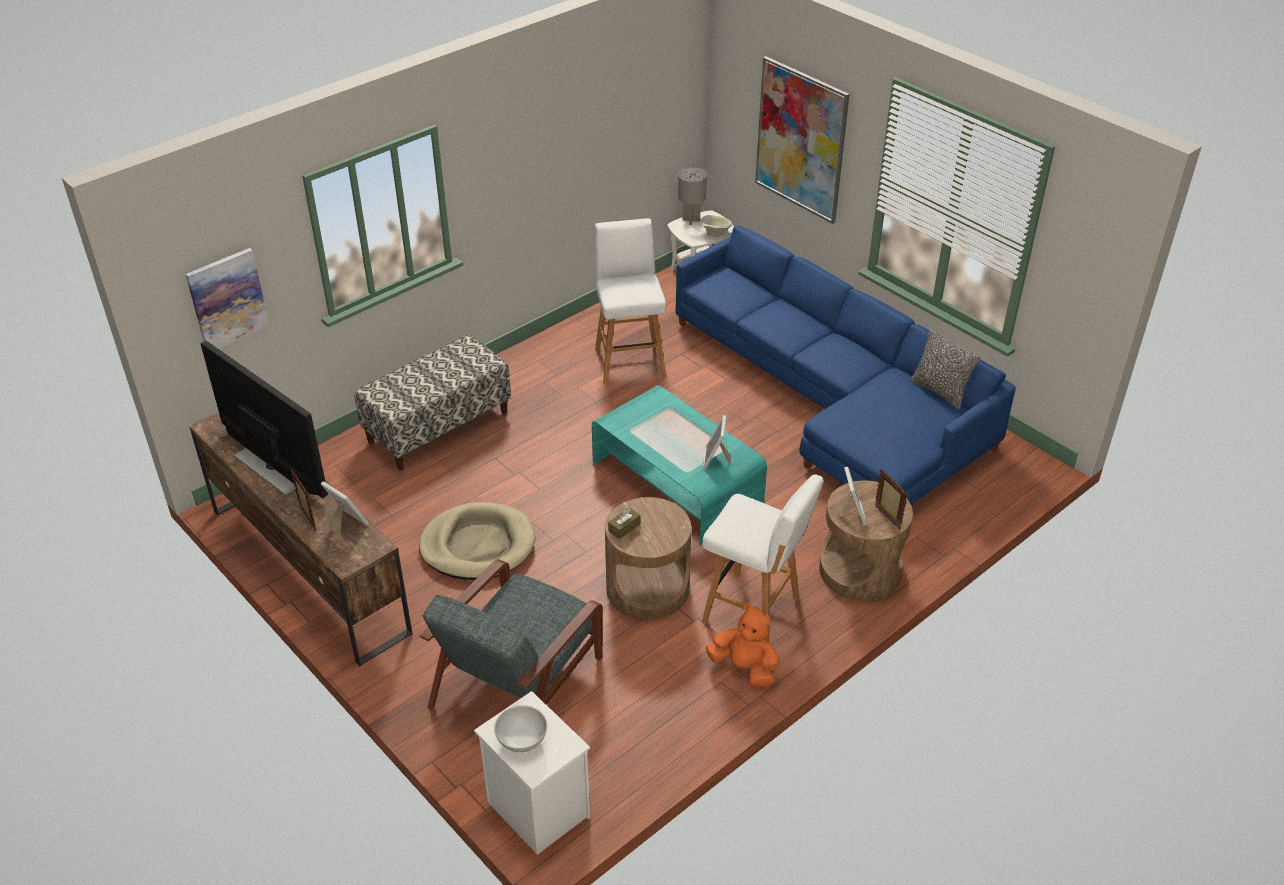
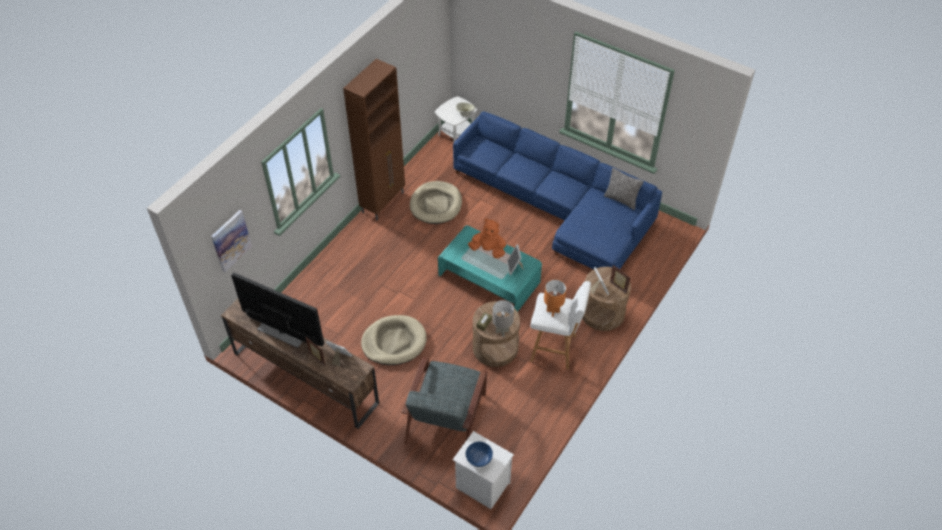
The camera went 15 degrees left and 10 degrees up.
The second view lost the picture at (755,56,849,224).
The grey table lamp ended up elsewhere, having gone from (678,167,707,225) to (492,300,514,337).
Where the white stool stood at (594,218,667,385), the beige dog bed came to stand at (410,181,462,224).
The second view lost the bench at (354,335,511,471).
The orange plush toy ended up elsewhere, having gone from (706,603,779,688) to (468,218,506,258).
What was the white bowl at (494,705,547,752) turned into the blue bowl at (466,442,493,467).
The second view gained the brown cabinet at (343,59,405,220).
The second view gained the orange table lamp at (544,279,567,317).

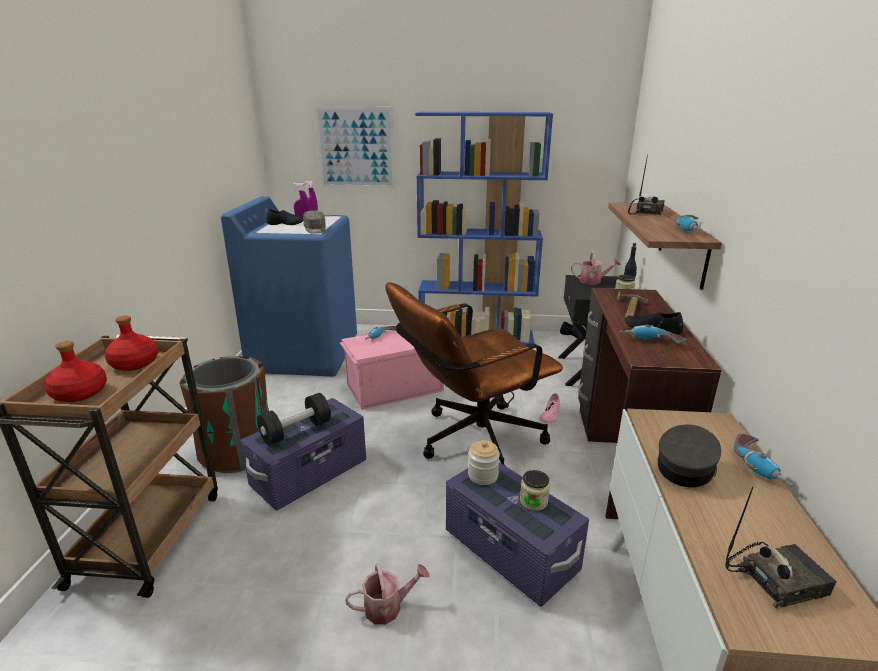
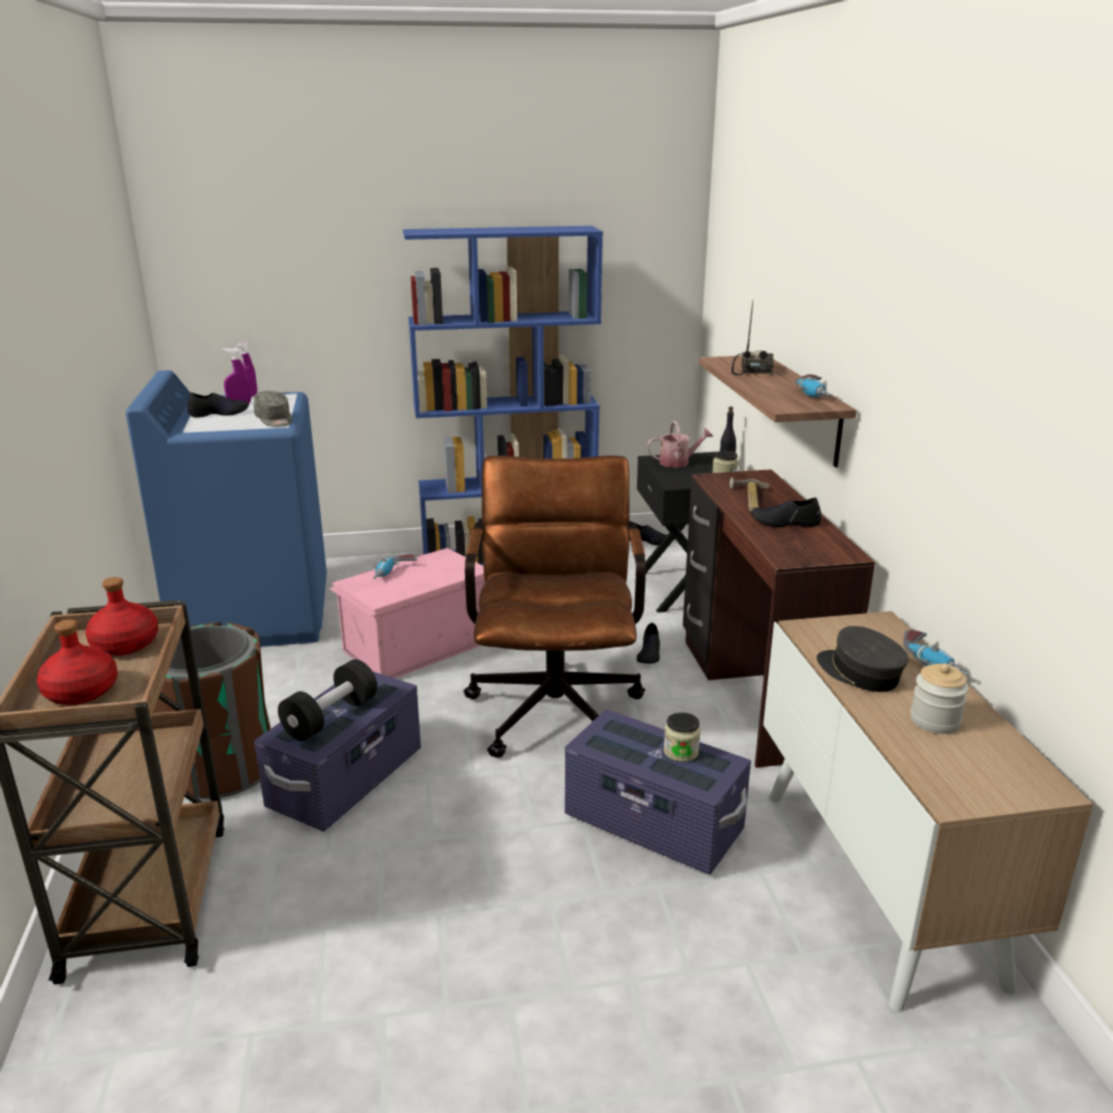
The camera went 15 degrees left and 0 degrees up.
The second view lost the picture at (315,107,395,188).
The brown office chair at (386,282,563,465) ended up facing another way, 135 degrees clockwise from before.
The second view lost the power drill at (619,324,687,344).
What was the pink shoe at (539,393,560,423) turned into the black shoe at (637,623,660,664).
The grey cap at (657,424,721,488) ended up facing another way, 60 degrees counterclockwise from before.
The jar ended up elsewhere, having gone from (468,440,500,485) to (910,663,969,734).
The second view lost the radio at (725,487,836,608).
The second view lost the watering can at (345,563,430,624).

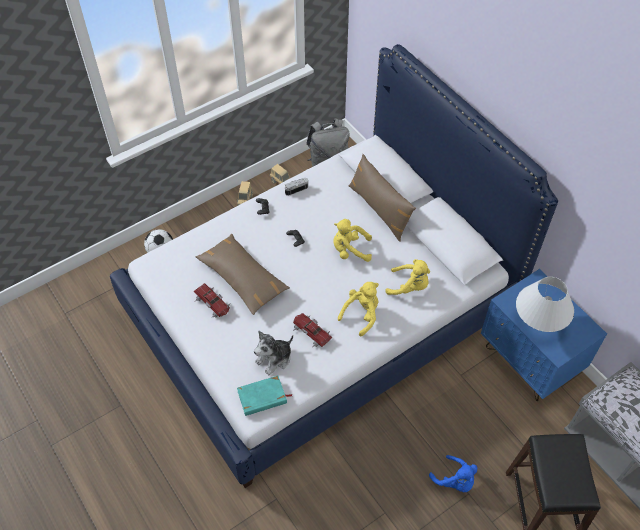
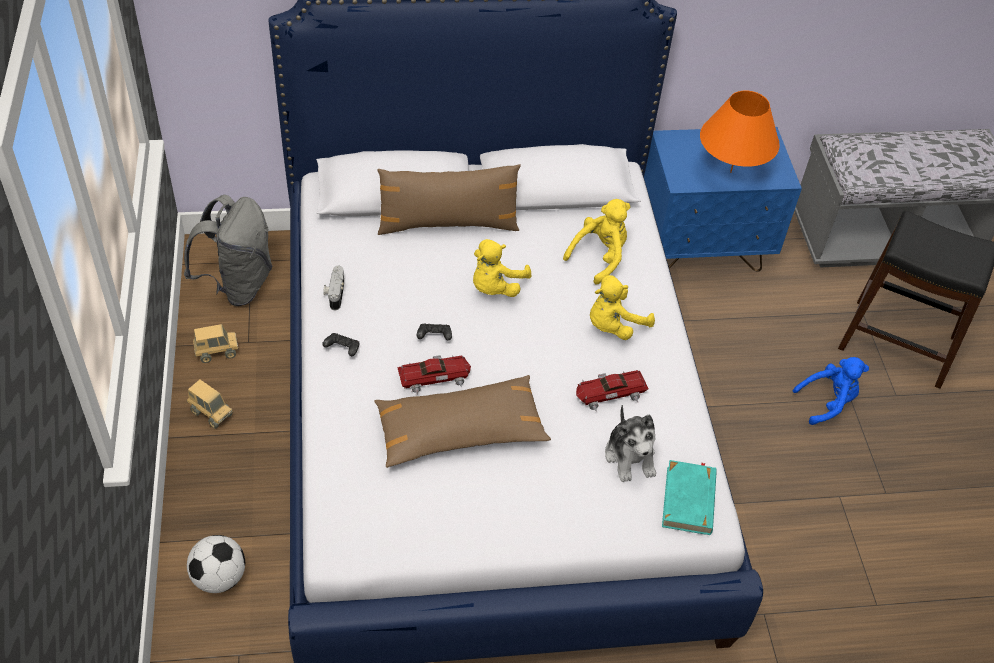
The camera went 65 degrees left and 5 degrees down.
What was the white table lamp at (516,277,574,332) turned into the orange table lamp at (700,90,780,173).
The yellow plush toy at (338,282,379,337) ended up facing another way, 105 degrees counterclockwise from before.
The toy car ended up elsewhere, having gone from (194,283,231,318) to (397,355,471,394).

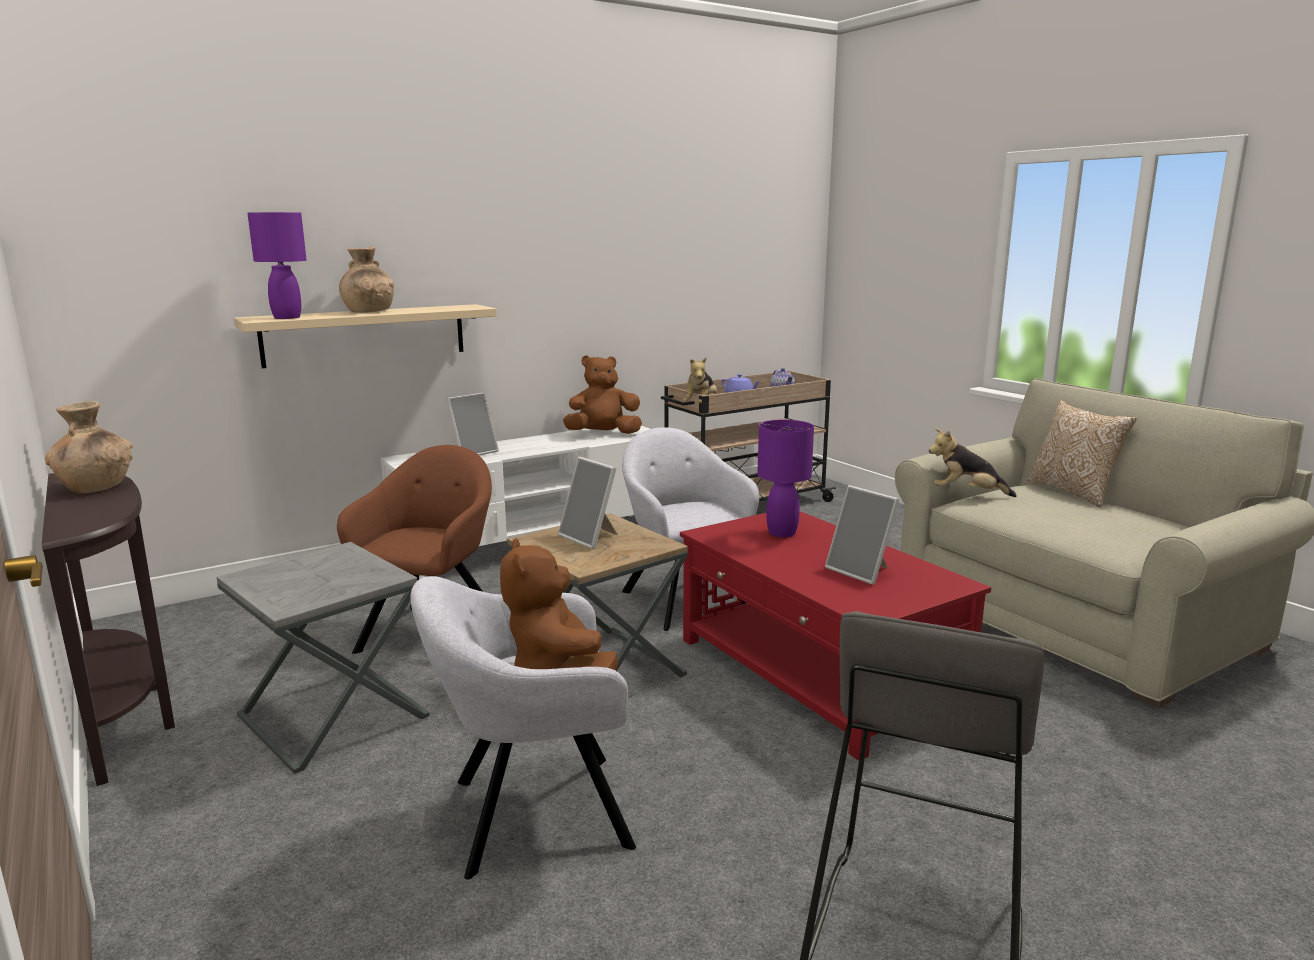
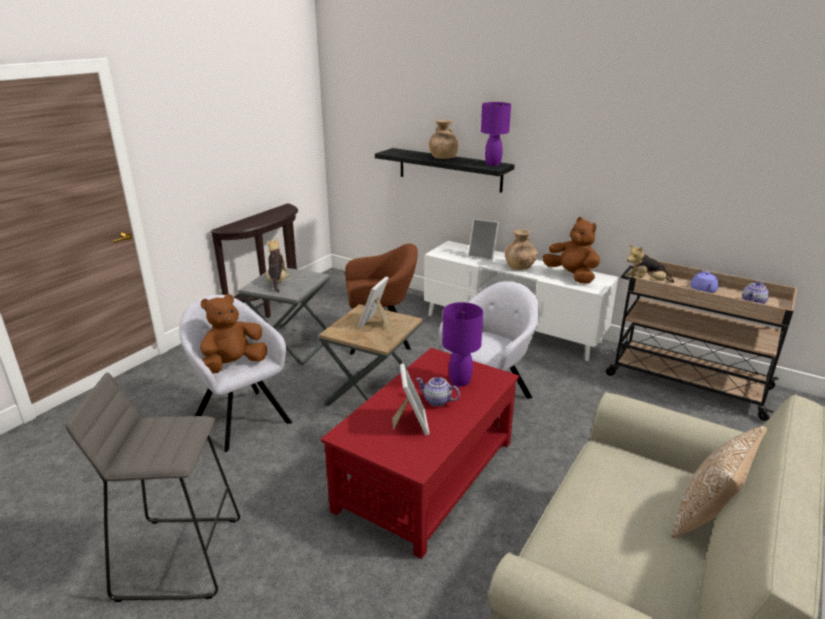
The camera went 65 degrees right and 10 degrees up.
The purple table lamp ended up elsewhere, having gone from (247,212,307,319) to (481,102,511,166).
What was the beige shelf at (234,304,497,368) turned into the black shelf at (375,148,515,193).
The brown vase ended up elsewhere, having gone from (44,401,133,493) to (505,229,538,270).
The plush toy ended up elsewhere, having gone from (929,429,1017,497) to (266,238,290,293).
The picture frame at (825,485,899,585) ended up facing another way, 150 degrees clockwise from before.
The second view gained the teapot at (416,377,460,406).

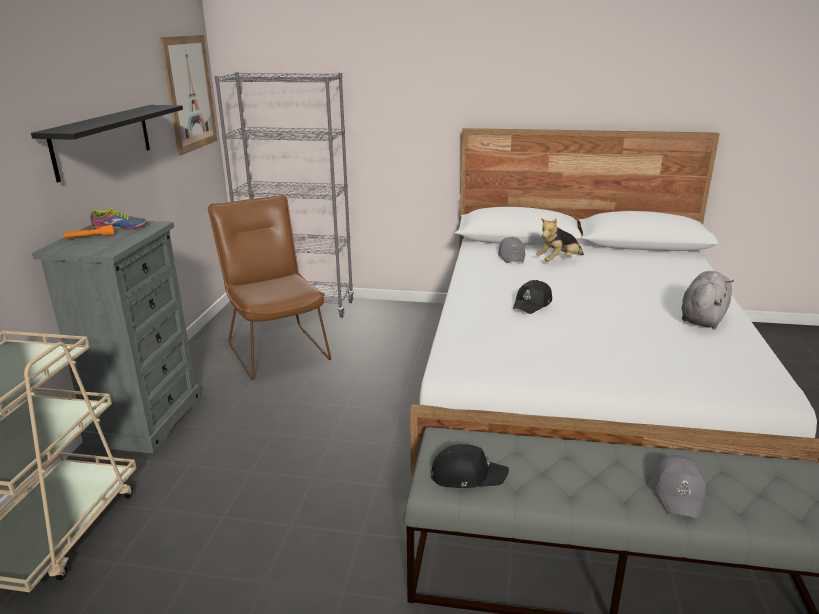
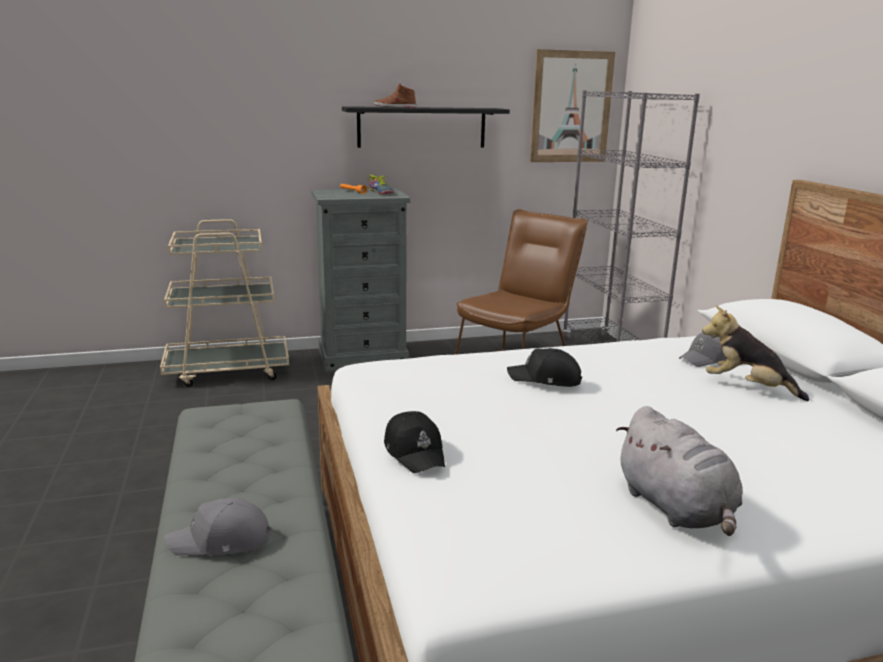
The camera went 65 degrees right and 5 degrees down.
The grey plush toy at (682,271,734,329) ended up facing another way, 60 degrees clockwise from before.
The black cap ended up elsewhere, having gone from (431,444,509,488) to (384,411,445,473).
The second view gained the brown shoe at (374,83,416,108).

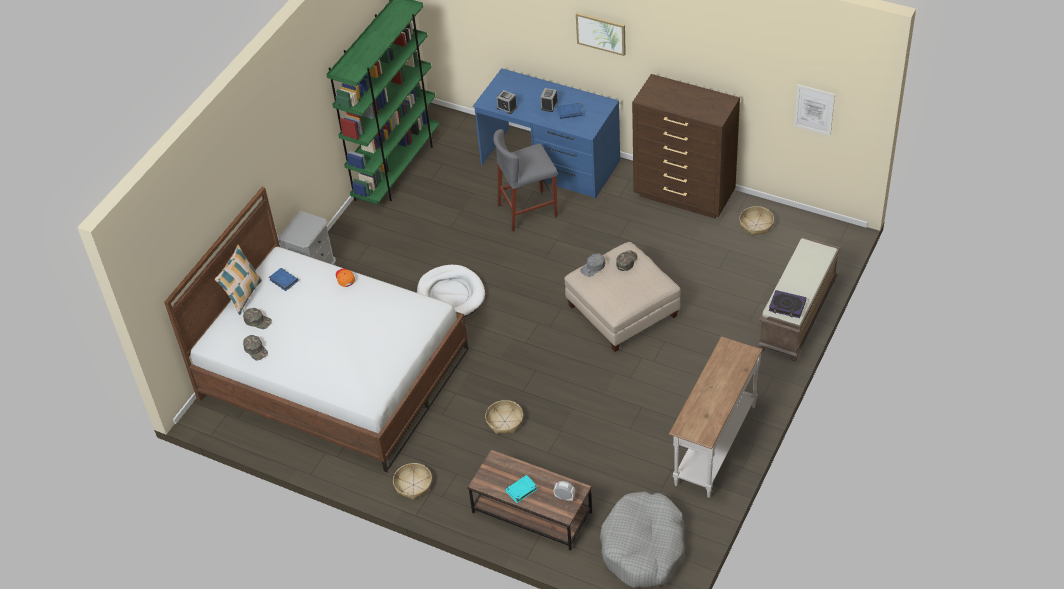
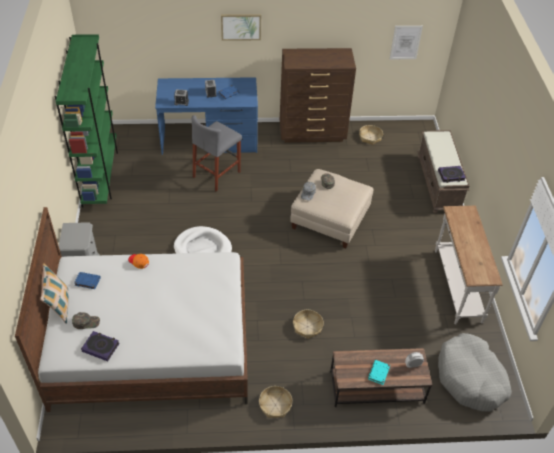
The camera went 35 degrees left and 0 degrees up.
Where the green cap stood at (243,335,268,360), the book came to stand at (81,331,120,361).

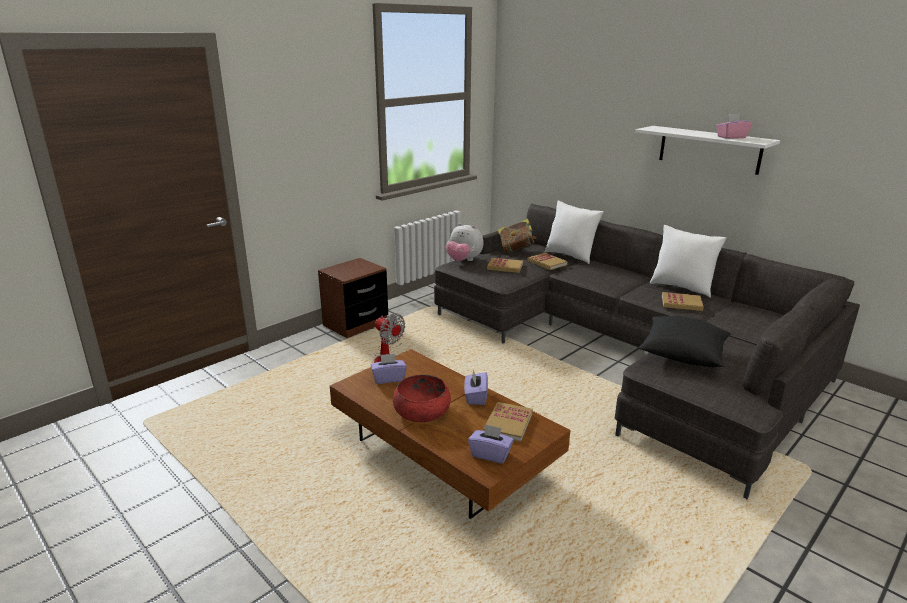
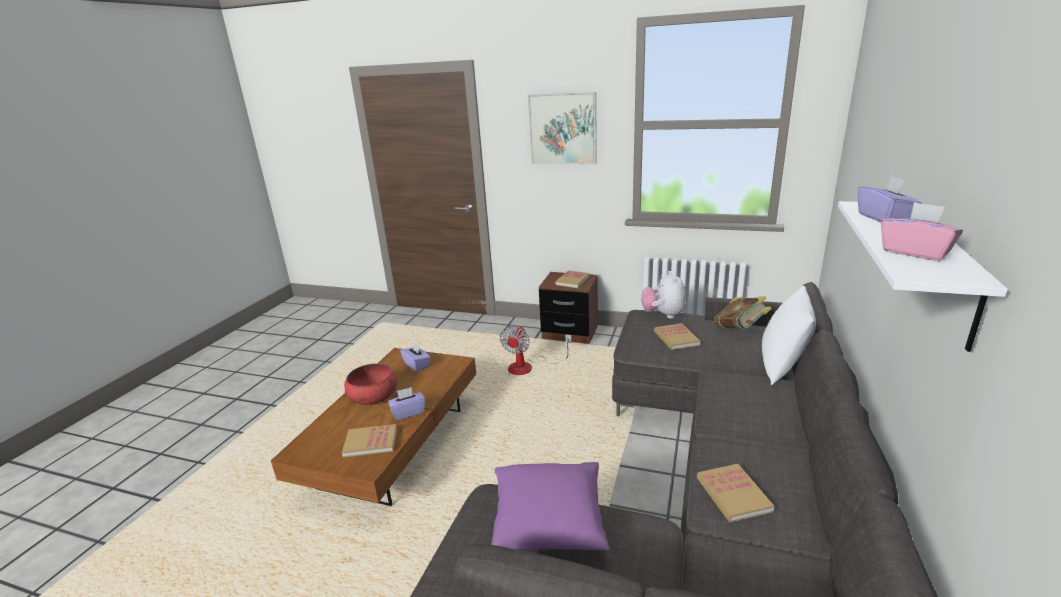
The camera went 65 degrees right and 0 degrees up.
The second view lost the white pillow at (650,225,727,298).
The book ended up elsewhere, having gone from (528,253,568,270) to (555,270,590,288).
What was the black pillow at (639,316,731,367) turned into the purple pillow at (491,462,610,551).
The purple tissue box ended up elsewhere, having gone from (468,424,514,464) to (858,176,922,222).
The second view gained the picture at (528,92,597,164).

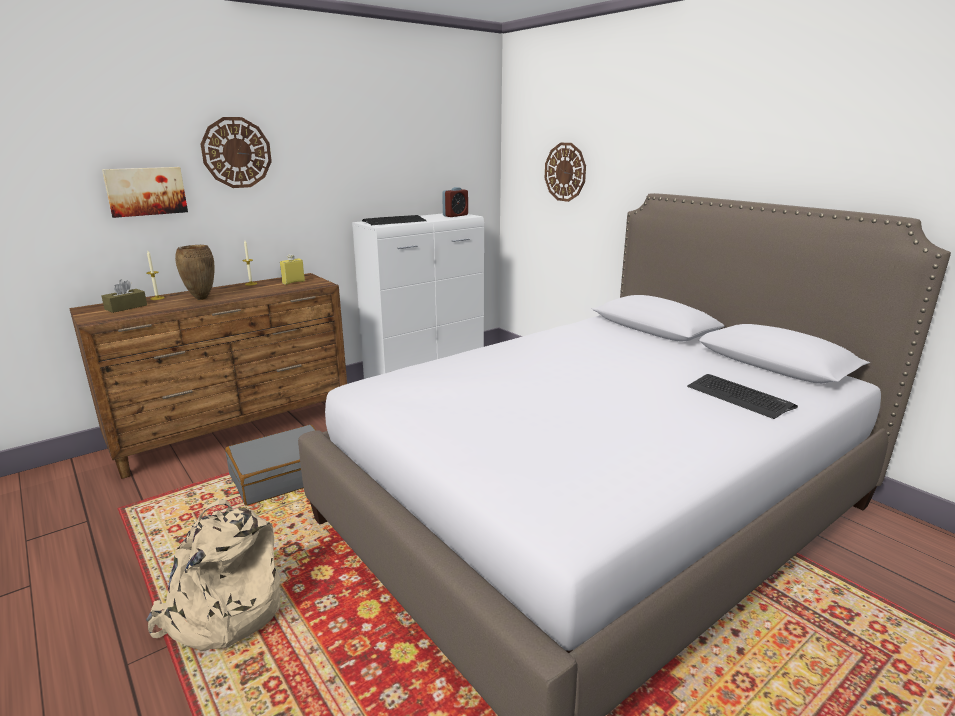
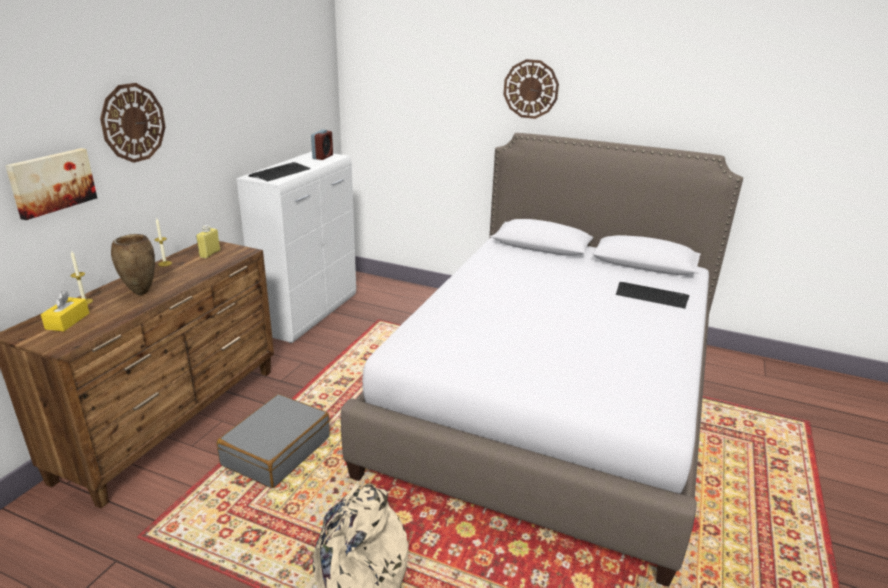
The camera went 30 degrees left and 5 degrees up.
The wall clock ended up elsewhere, having gone from (545,143,586,202) to (503,59,559,119).
What was the brown tissue box at (101,279,147,313) turned into the yellow tissue box at (41,291,89,331).

